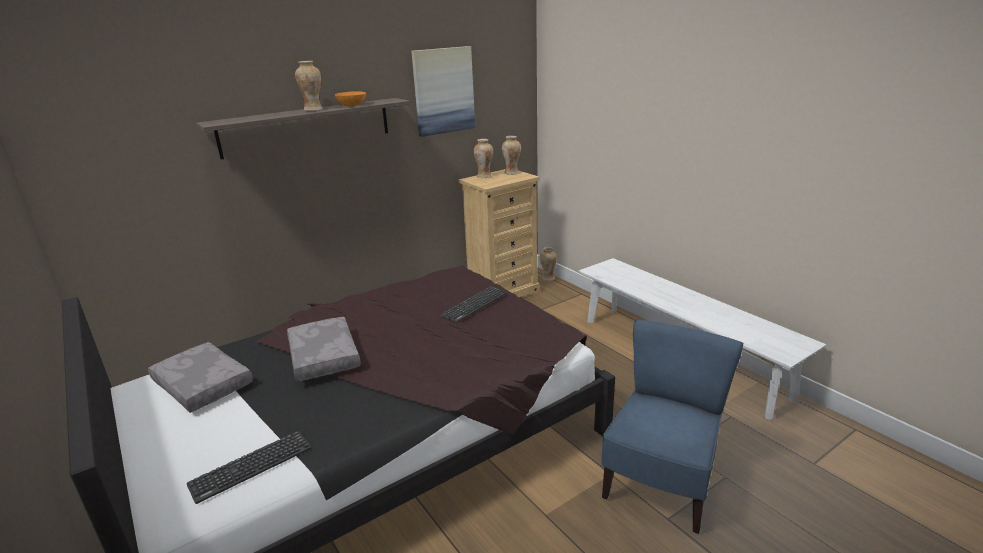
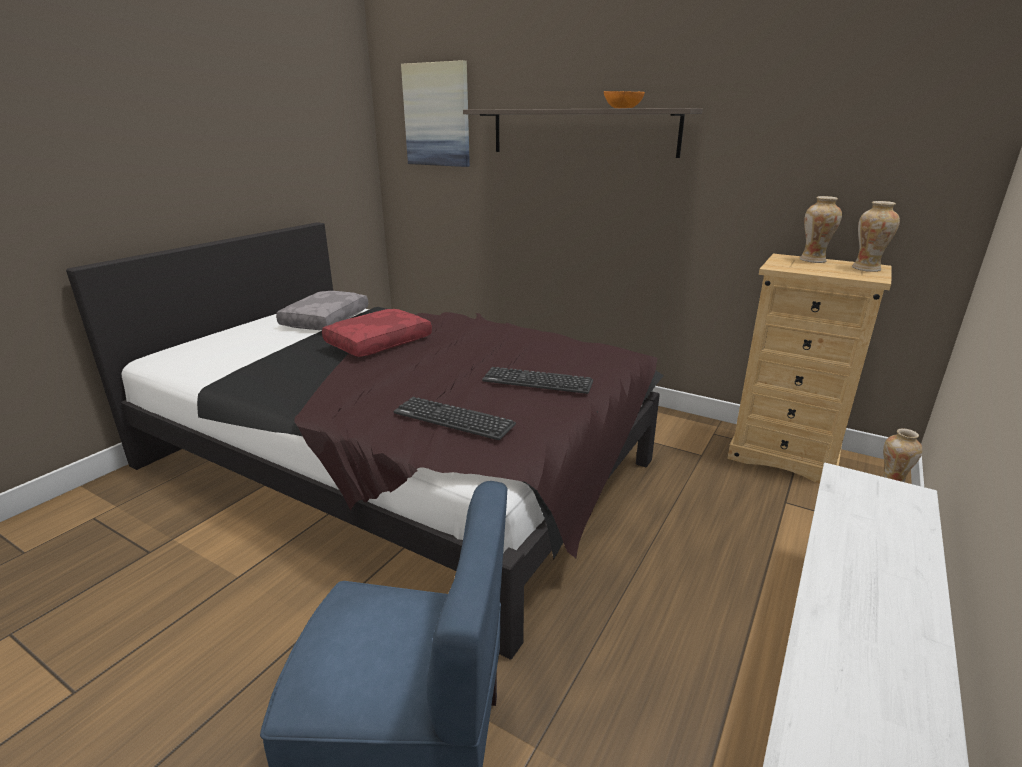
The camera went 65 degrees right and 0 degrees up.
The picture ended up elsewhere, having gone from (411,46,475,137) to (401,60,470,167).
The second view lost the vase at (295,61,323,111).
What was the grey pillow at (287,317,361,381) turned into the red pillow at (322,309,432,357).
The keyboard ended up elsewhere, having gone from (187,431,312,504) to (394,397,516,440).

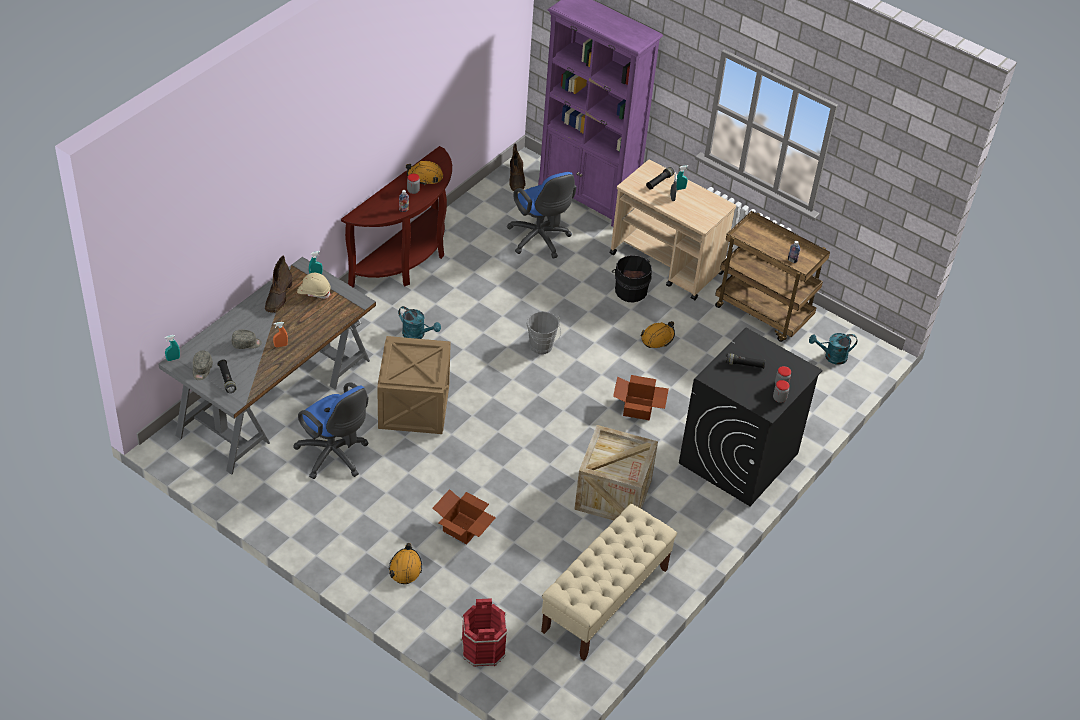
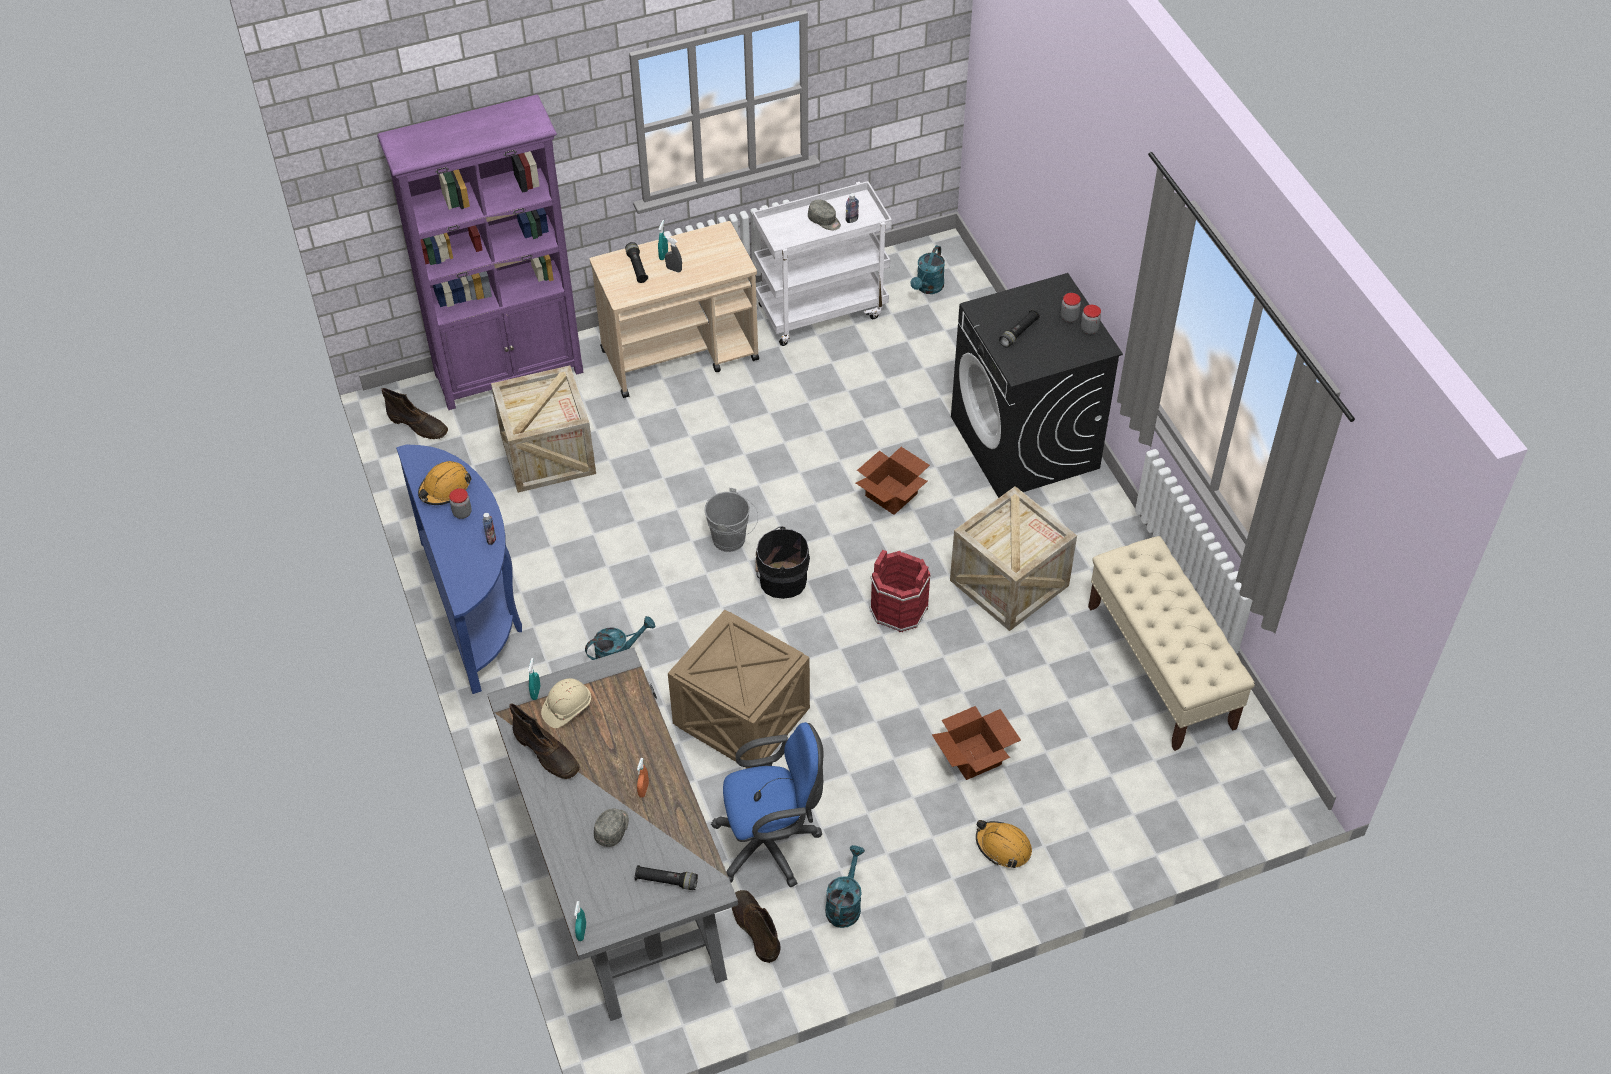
The camera went 55 degrees left and 5 degrees up.
What was the brown console table at (341,146,452,288) turned into the blue console table at (396,445,522,694).
Where the blue office chair stood at (507,172,577,259), the crate came to stand at (491,366,596,493).
What was the brown cart at (715,211,830,342) turned into the white cart at (753,181,892,346).
The black bucket ended up elsewhere, having gone from (612,255,652,302) to (755,526,810,599).
The second view lost the orange hard hat at (641,321,675,348).
The grey cap ended up elsewhere, having gone from (193,351,213,380) to (808,199,841,230).
The red bucket ended up elsewhere, having gone from (461,598,507,667) to (869,550,931,632).
The second view gained the turquoise watering can at (825,845,865,928).
The second view gained the brown boot at (732,890,780,963).

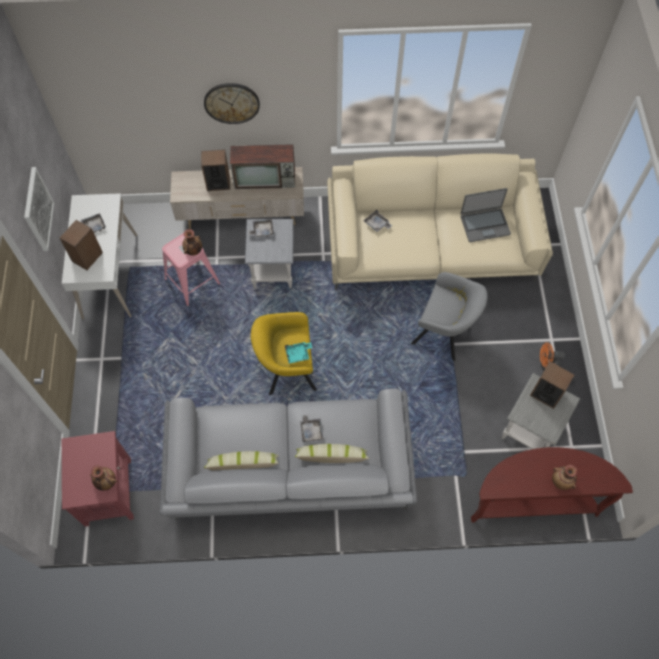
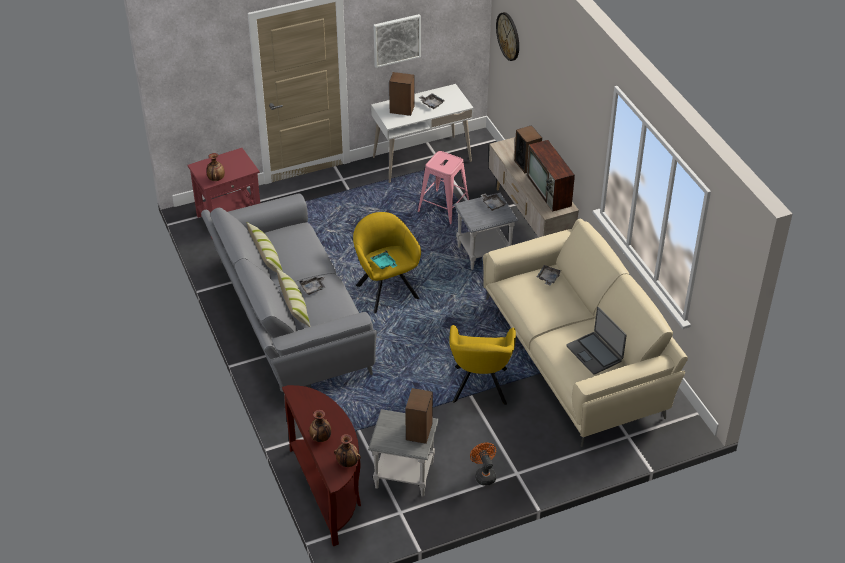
The camera went 70 degrees right and 20 degrees down.
The wall clock ended up elsewhere, having gone from (204,83,260,124) to (496,12,519,61).
The vase ended up elsewhere, having gone from (182,229,202,256) to (334,434,361,467).
What was the grey armchair at (411,272,488,361) turned into the yellow armchair at (449,325,516,405).

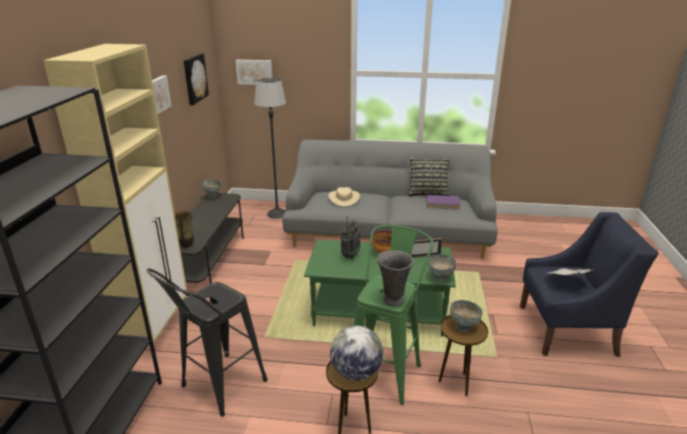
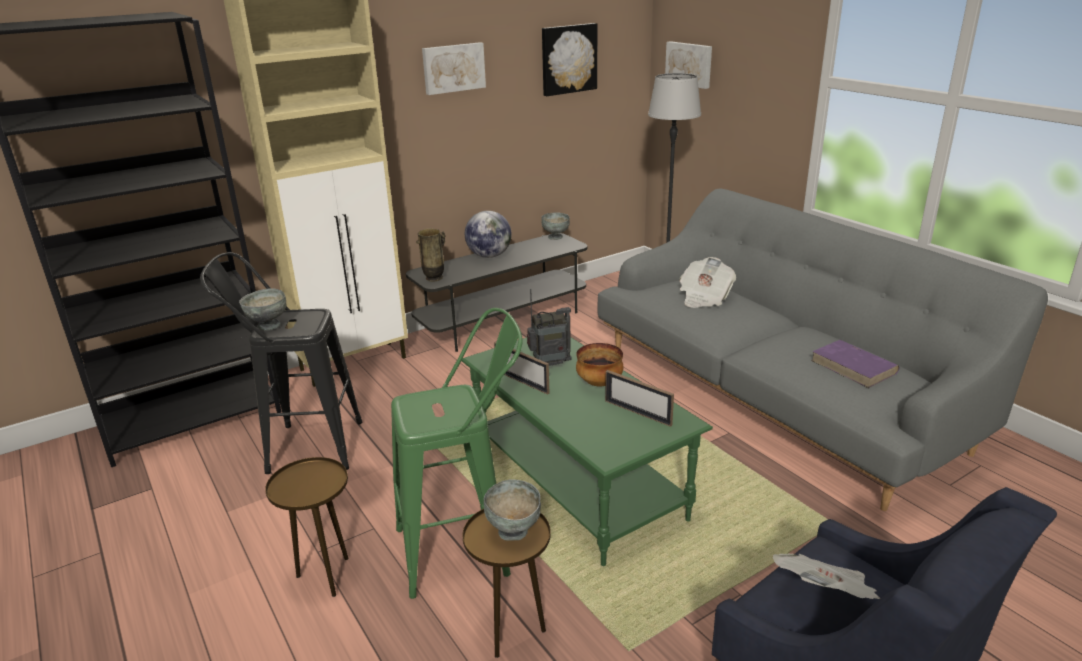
The camera went 50 degrees right and 0 degrees up.
The second view lost the pillow at (408,157,450,197).
Where the beige hat stood at (328,187,360,207), the newspaper came to stand at (680,257,736,308).
The second view lost the grey vase at (377,250,414,306).
The grey bowl ended up elsewhere, having gone from (429,254,456,282) to (239,288,286,330).
The globe ended up elsewhere, having gone from (330,326,383,381) to (465,211,512,258).
The second view gained the picture frame at (494,342,549,395).

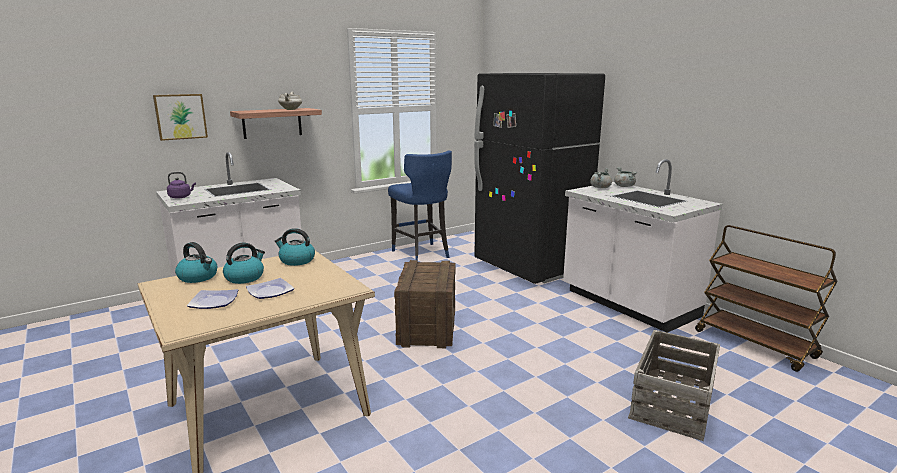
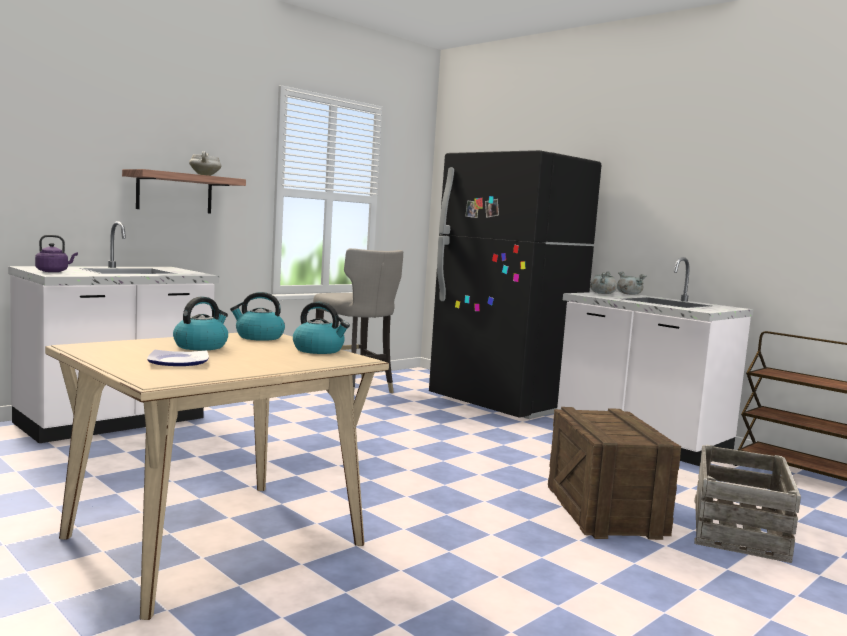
The camera went 10 degrees left and 10 degrees down.
The second view lost the picture at (153,94,208,141).
What was the blue stool at (388,150,452,260) turned into the grey stool at (313,248,403,393).
The kettle ended up elsewhere, having gone from (175,242,217,283) to (293,302,350,354).
The crate ended up elsewhere, having gone from (394,260,456,348) to (548,407,681,540).
The second view lost the plate at (246,278,294,299).

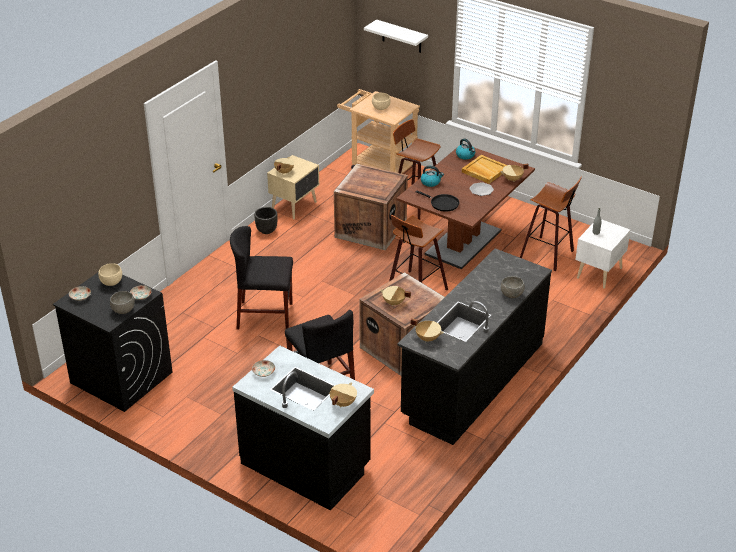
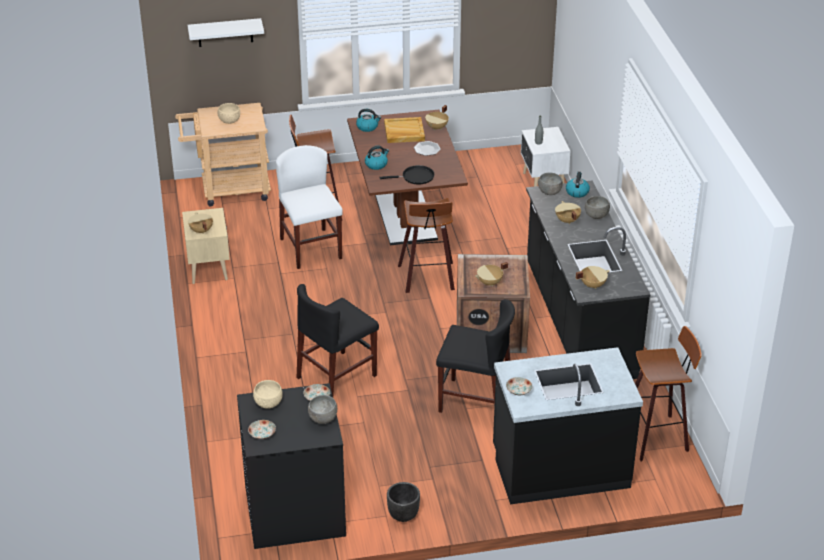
The camera went 45 degrees left and 0 degrees up.
Where the crate stood at (334,163,408,250), the white chair came to stand at (276,145,343,269).
The stool ended up elsewhere, having gone from (520,176,582,271) to (635,326,702,461).
The black planter ended up elsewhere, having gone from (254,207,277,234) to (387,482,420,522).
The beige cooking pot ended up elsewhere, having gone from (330,383,357,407) to (555,201,581,224).
The second view gained the grey bowl at (538,172,563,195).
The second view gained the kettle at (566,172,590,198).

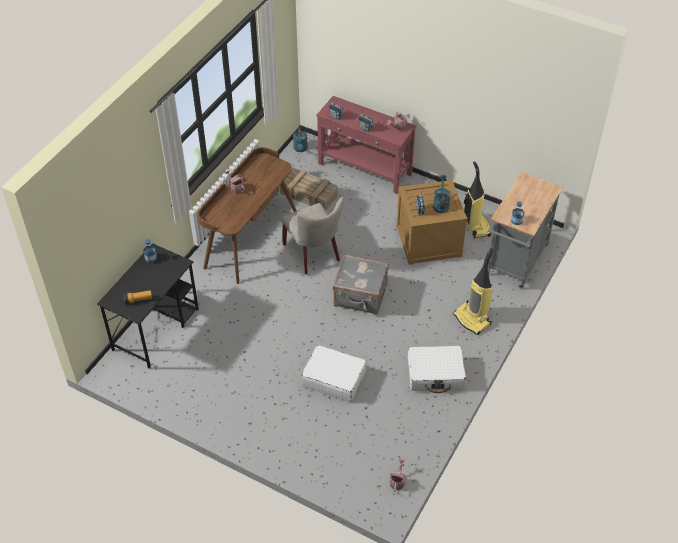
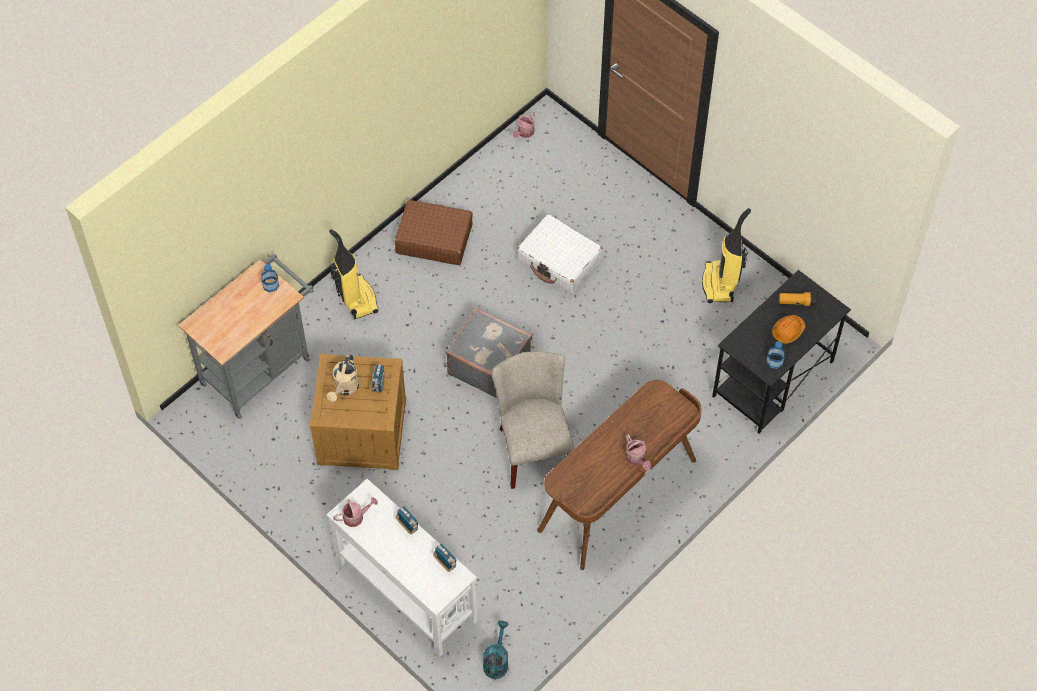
The camera went 165 degrees left and 10 degrees up.
What was the red console table at (316,96,416,194) turned into the white console table at (326,479,477,656).
The vacuum cleaner ended up elsewhere, having gone from (464,161,491,238) to (702,208,751,303).
The second view lost the crate at (280,168,338,211).
What was the turquoise watering can at (433,175,451,213) turned into the beige watering can at (327,354,359,402).
What was the white suitcase at (408,346,466,393) turned into the brown suitcase at (395,200,473,265).
The second view gained the orange hard hat at (772,315,805,344).

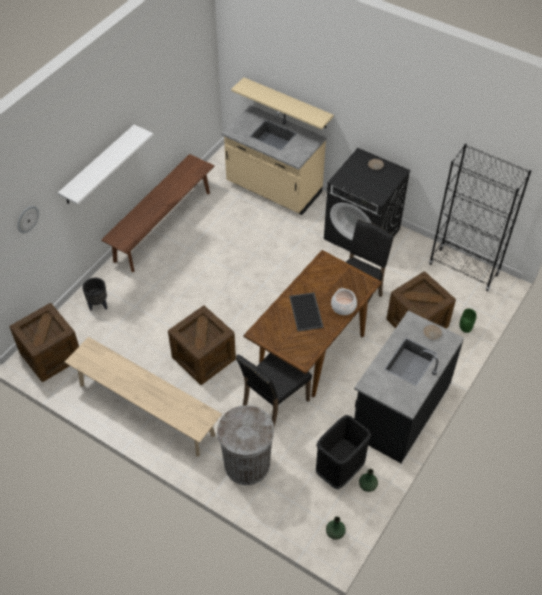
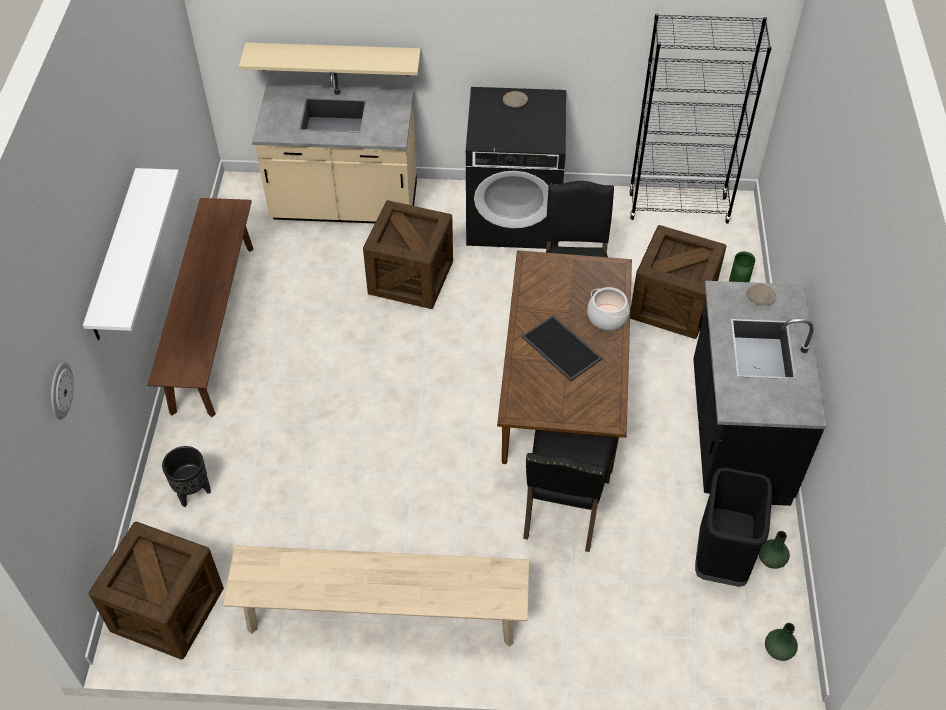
The camera went 30 degrees left and 0 degrees up.
The crate ended up elsewhere, having gone from (168,305,236,385) to (363,200,453,309).
The second view lost the grey trash can at (217,405,274,485).

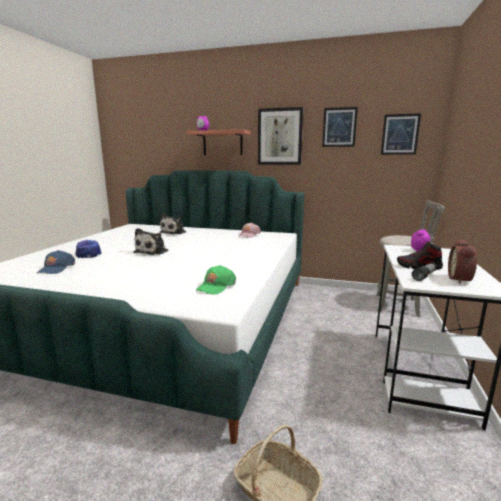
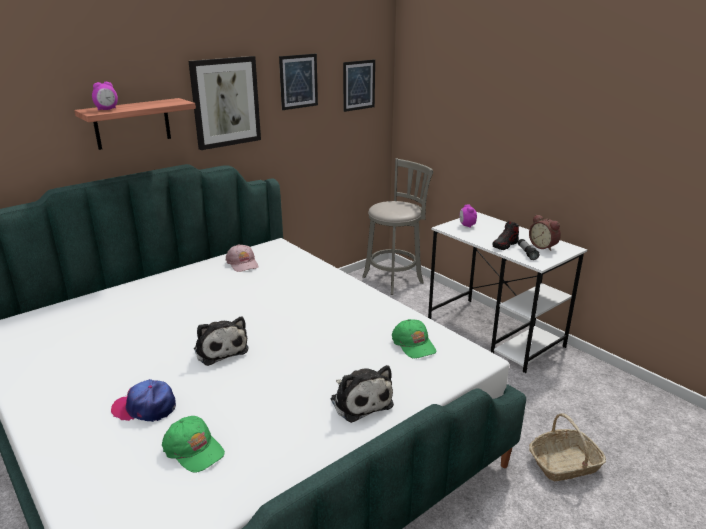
The camera went 55 degrees left and 10 degrees up.
The plush toy ended up elsewhere, having gone from (159,214,186,235) to (331,365,394,423).
What was the blue cap at (37,250,75,274) turned into the green cap at (162,416,225,473).

